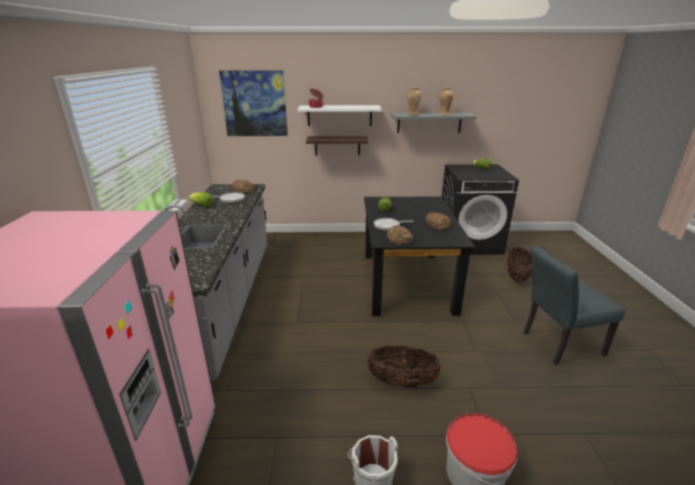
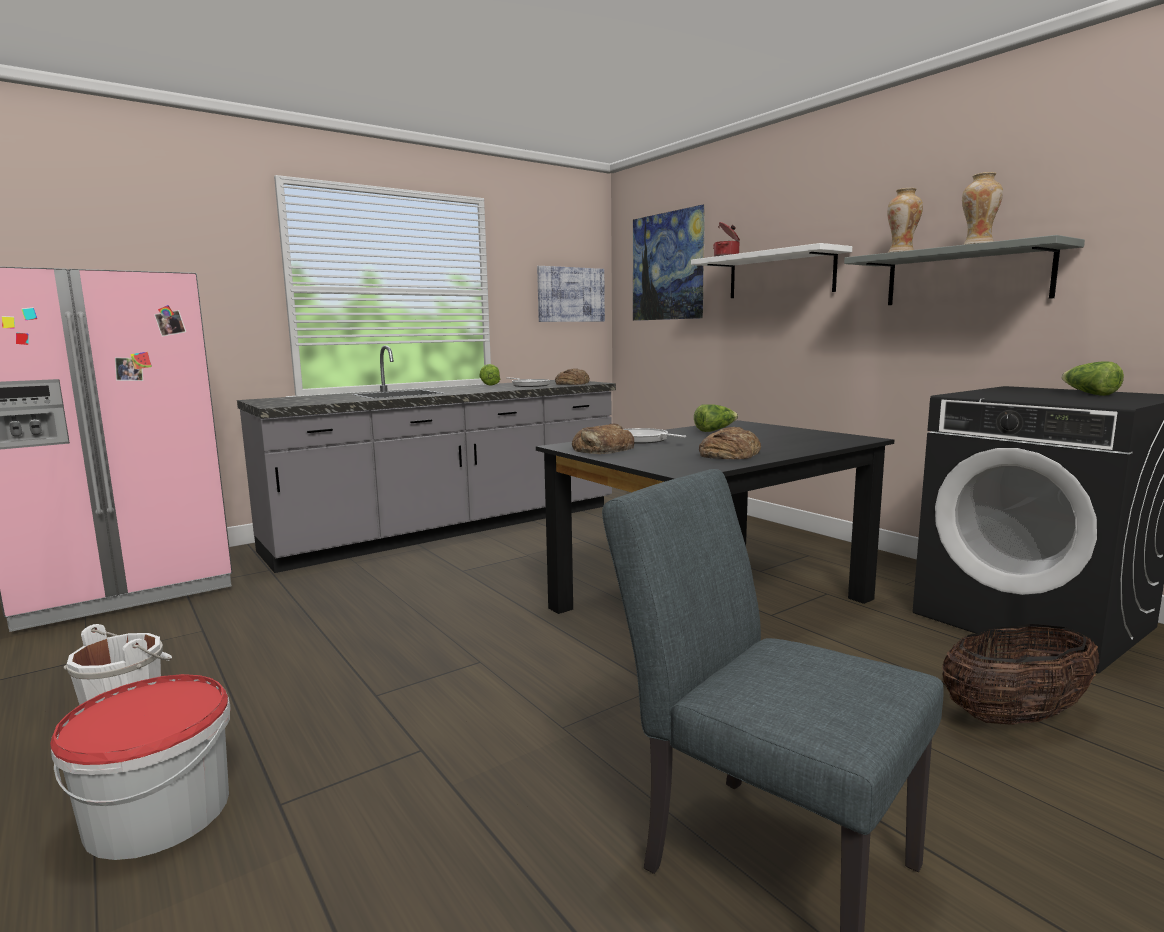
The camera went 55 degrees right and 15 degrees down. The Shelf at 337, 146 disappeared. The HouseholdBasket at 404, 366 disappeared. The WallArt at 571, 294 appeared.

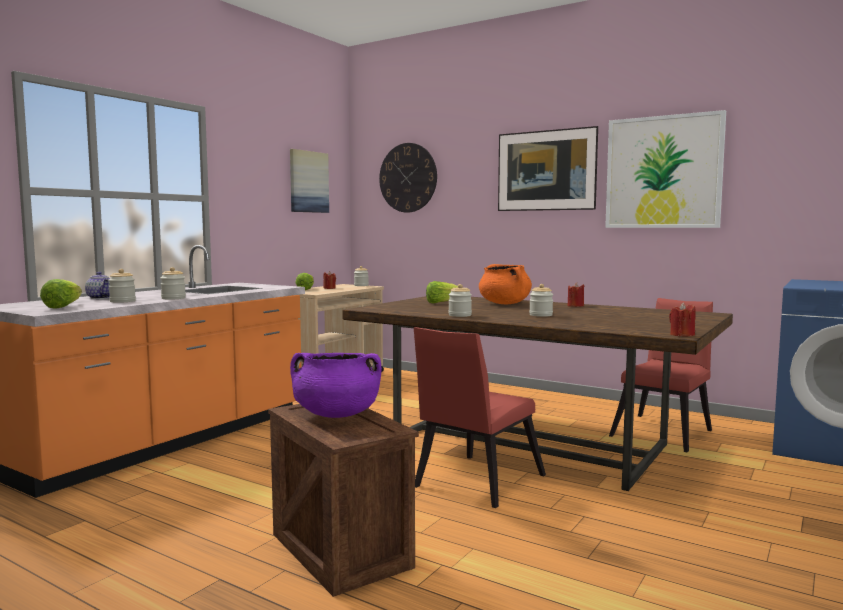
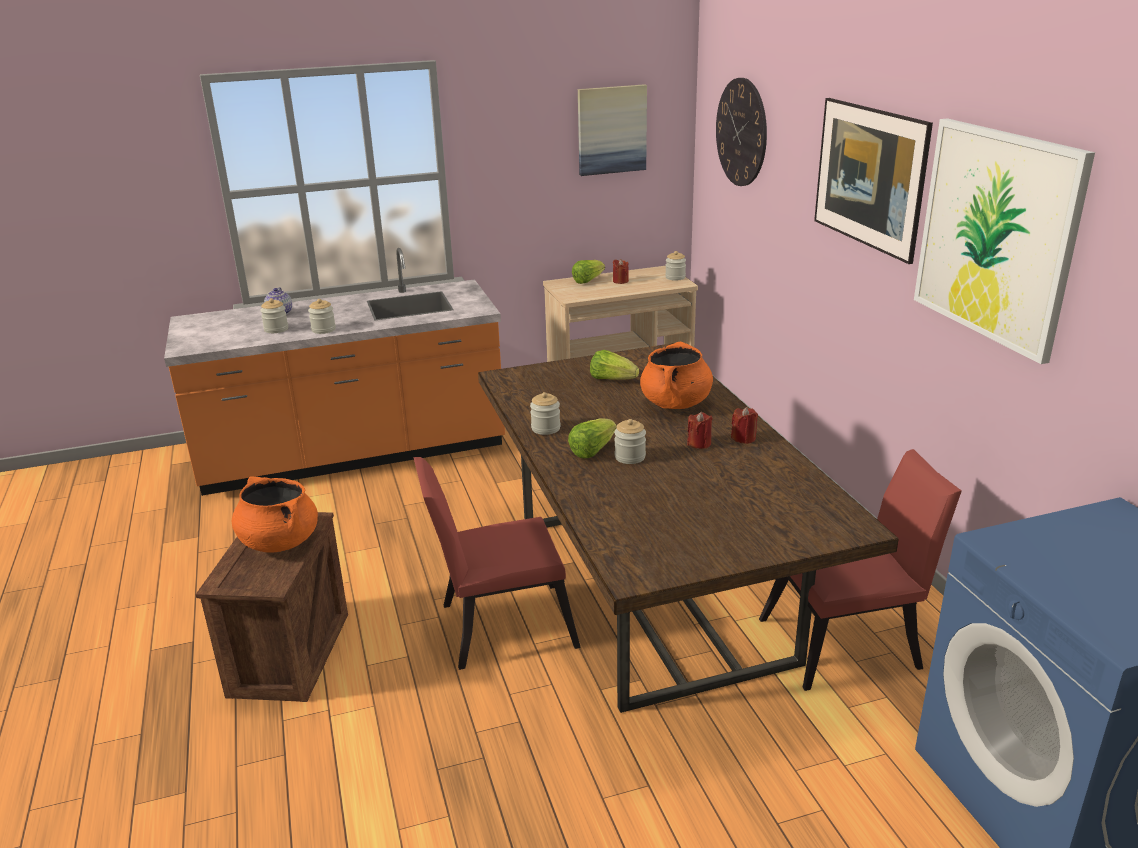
The camera went 40 degrees right and 20 degrees up. The Lettuce moved from 61, 293 to 592, 438. The RedCandle moved from 682, 319 to 700, 430. The PurpleColouredSaucepot at 336, 385 became the OrangeColouredSaucepot at 275, 514.

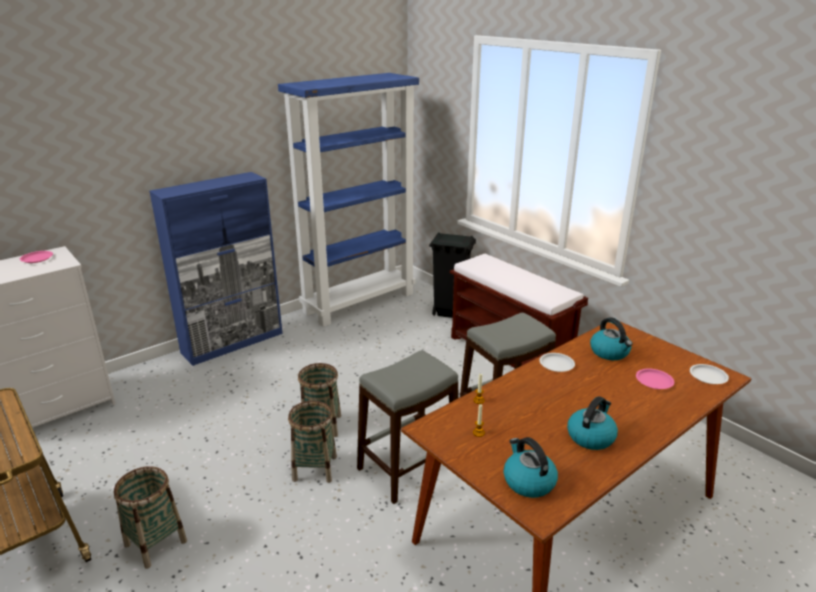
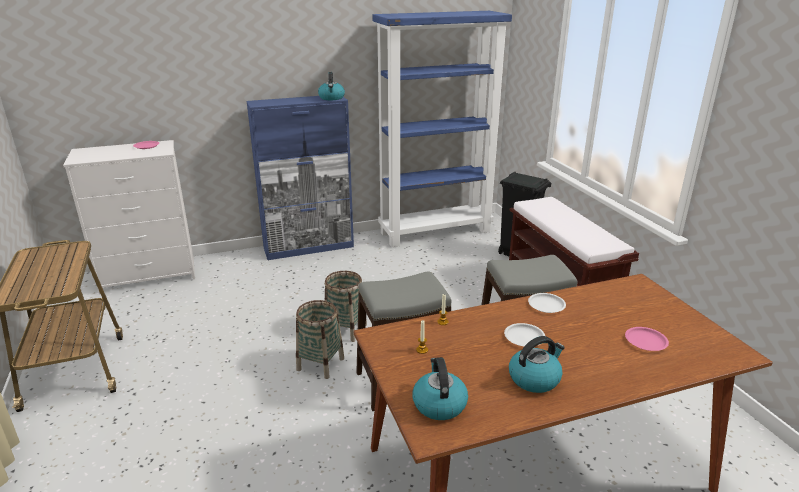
The camera went 20 degrees right and 0 degrees up. The WaterKettle moved from 611, 338 to 331, 86. The WhiteDinnerPlate moved from 709, 374 to 524, 334. The HouseholdBasket at 150, 517 disappeared.

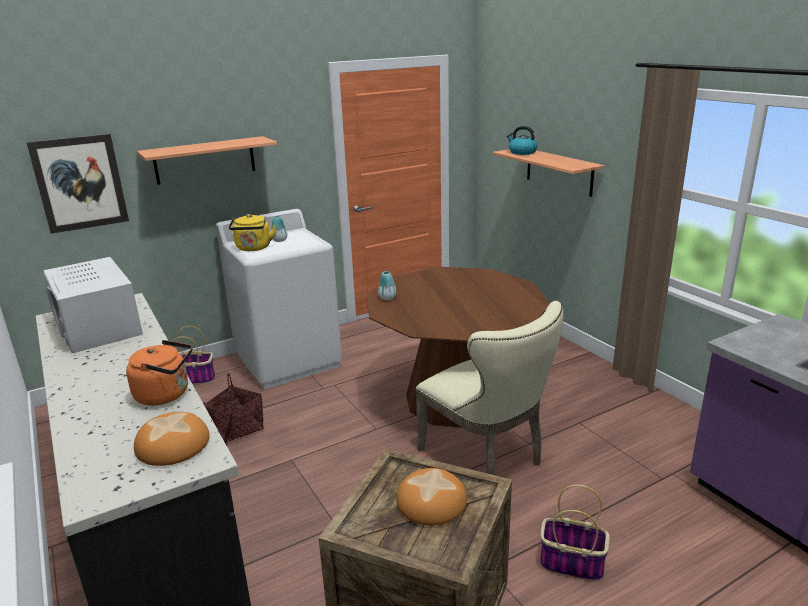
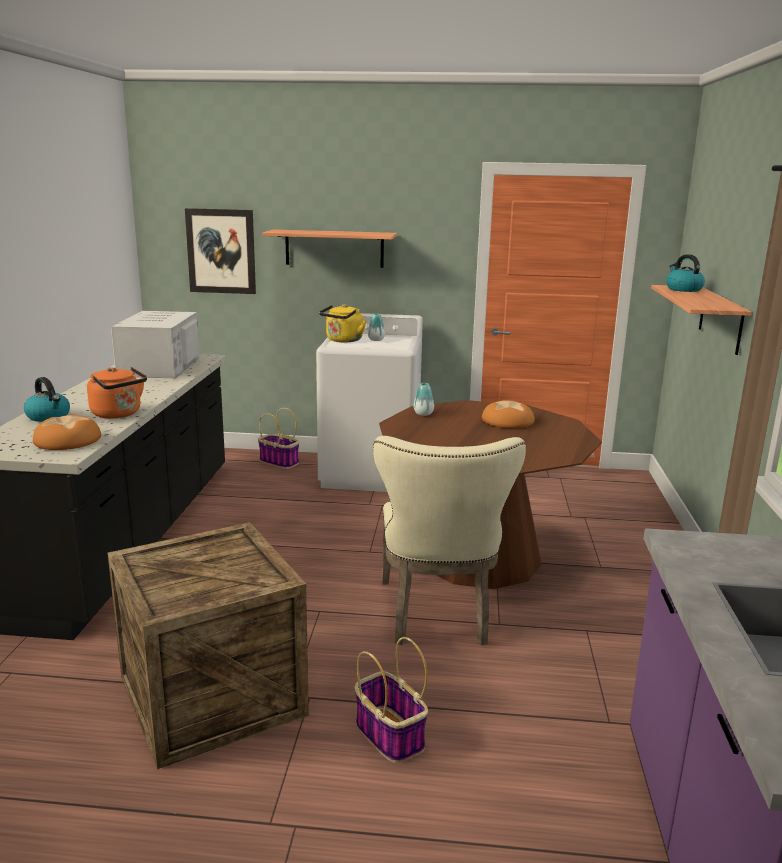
The camera went 35 degrees right and 5 degrees down. The HouseholdBasket at 233, 409 disappeared. The Bread moved from 431, 496 to 508, 414. The WaterKettle at 47, 399 appeared.

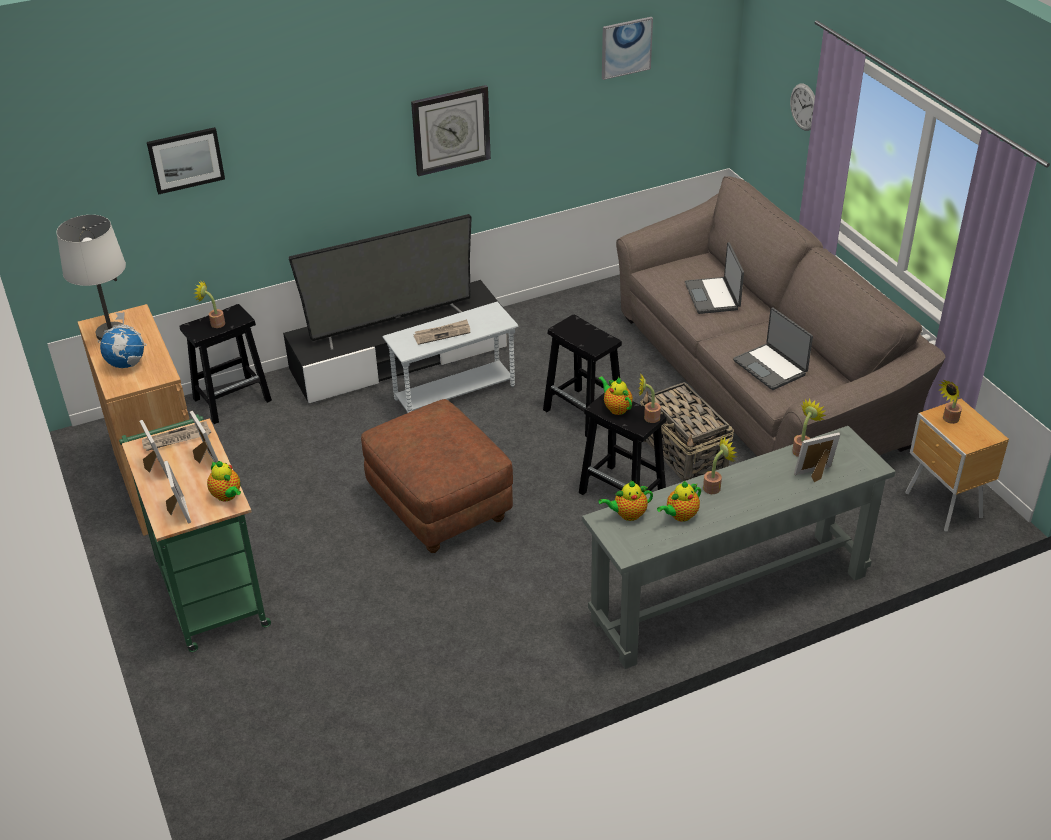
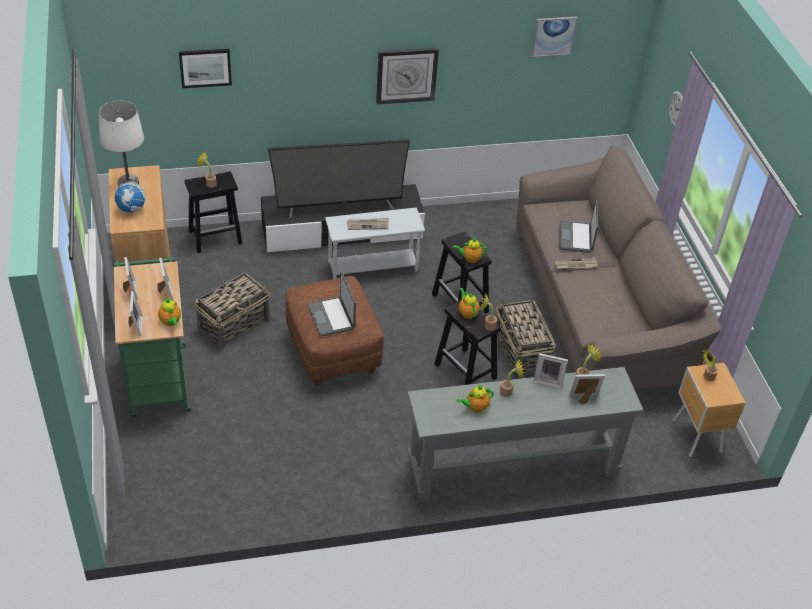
The camera went 10 degrees right and 5 degrees up. The Laptop moved from 773, 348 to 331, 304. The PrintedPaper moved from 176, 436 to 576, 263. The PotForTea moved from 626, 500 to 470, 250. The HouseholdBasket at 232, 310 appeared. The PictureFrame at 550, 370 appeared.

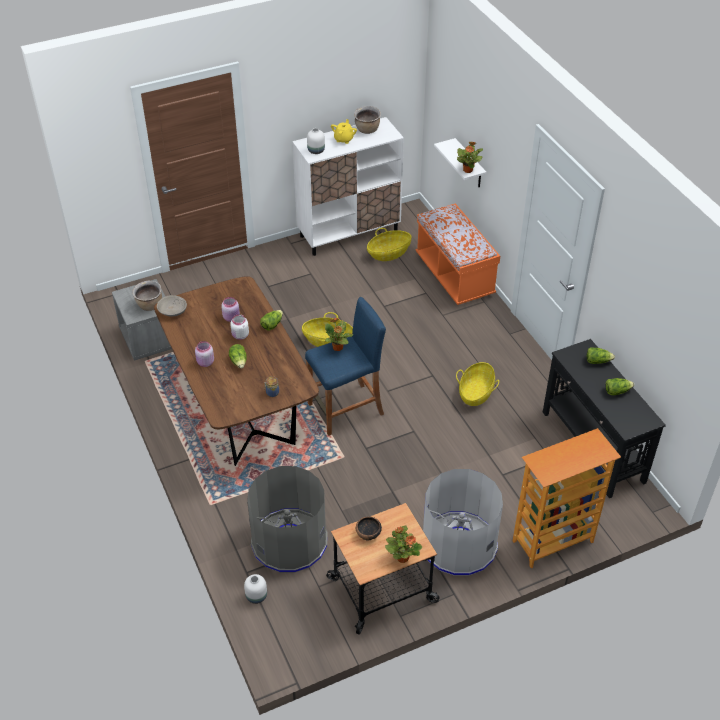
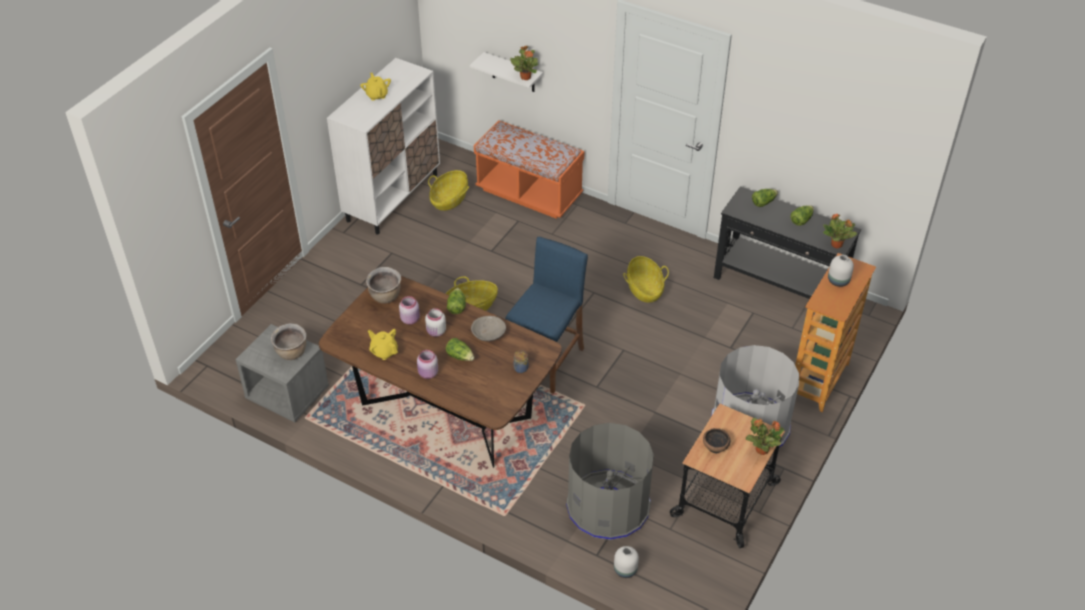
The camera went 35 degrees left and 0 degrees up. The BrownColouredSaucepot moved from 367, 120 to 383, 285. The WhiteDecorativeVase moved from 316, 141 to 841, 271. The GreyDeepDish moved from 172, 305 to 488, 328. The PlantInAPot moved from 339, 334 to 840, 231. The YellowColouredPotForTea at 383, 344 appeared.

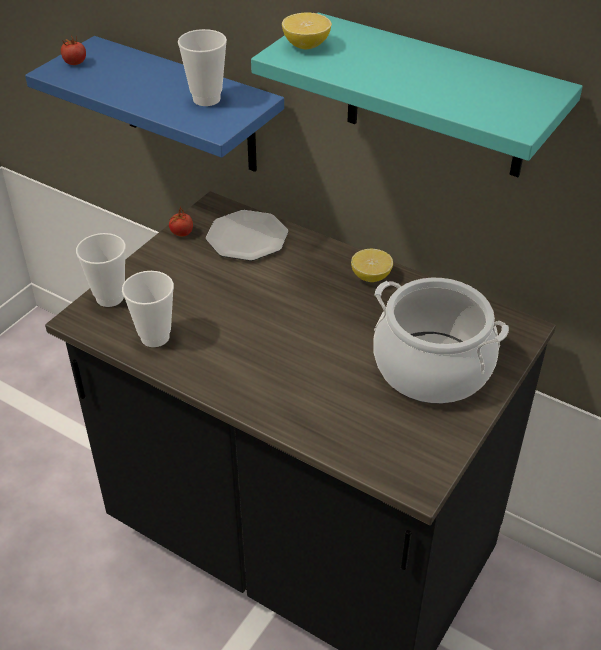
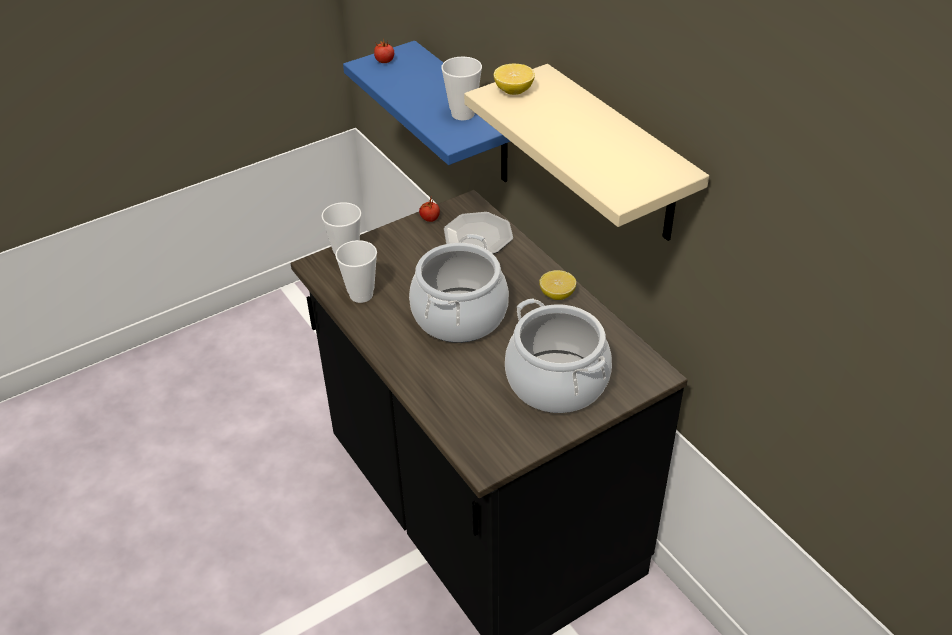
The camera went 25 degrees right and 0 degrees up. The TurquoiseShelf at 417, 94 became the BeigeColouredShelf at 586, 152. The Saucepot at 459, 288 appeared.

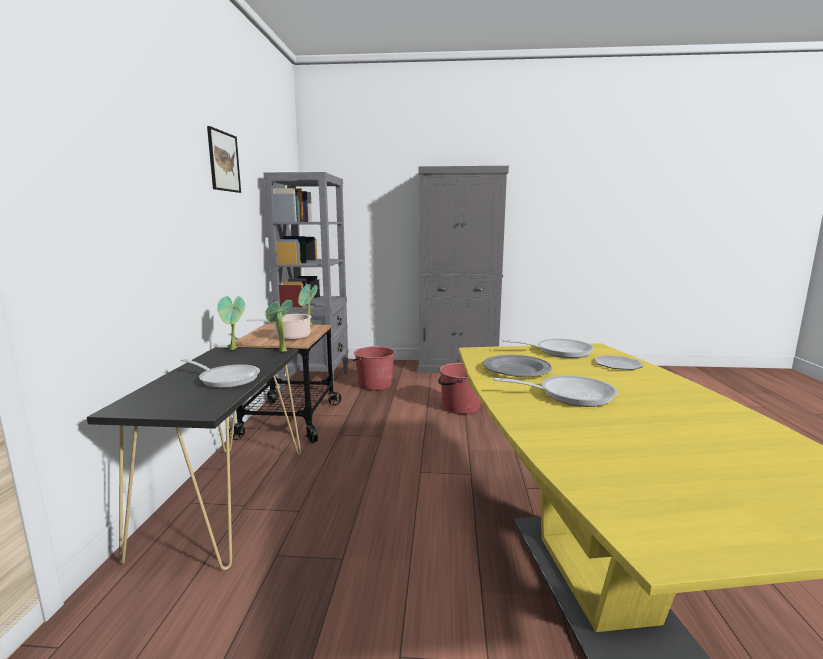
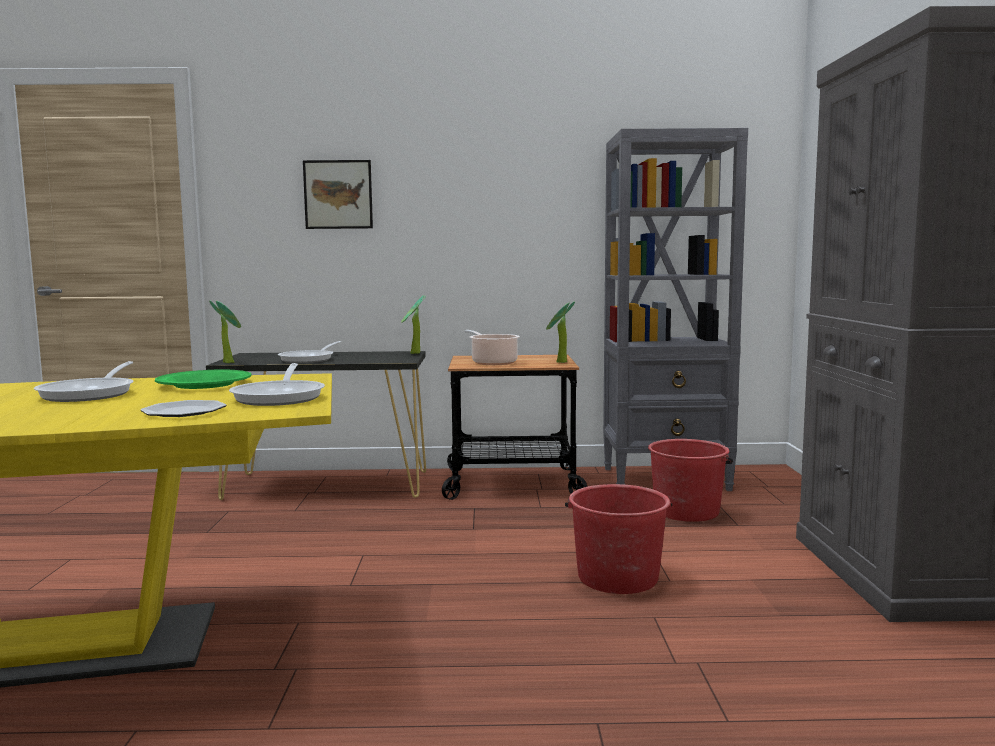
The camera went 85 degrees right and 5 degrees down. The WallArt moved from 224, 159 to 338, 194. The PlantInAPot moved from 279, 326 to 225, 332. The GreyDinnerPlate at 517, 366 became the GreenDinnerPlate at 203, 379.

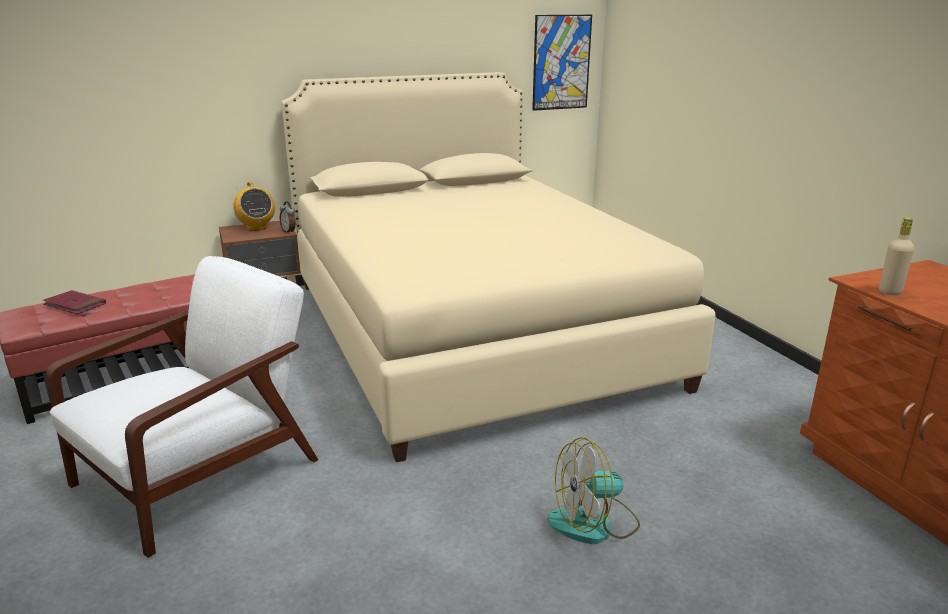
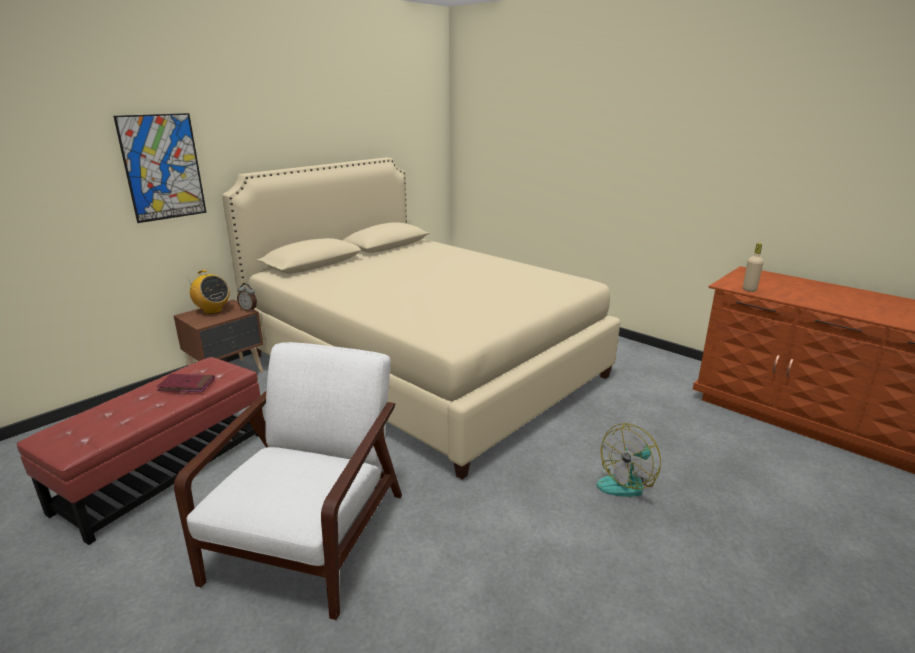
The camera went 25 degrees left and 0 degrees up. The WallArt moved from 562, 63 to 160, 168. The RedBook moved from 74, 302 to 185, 383.

